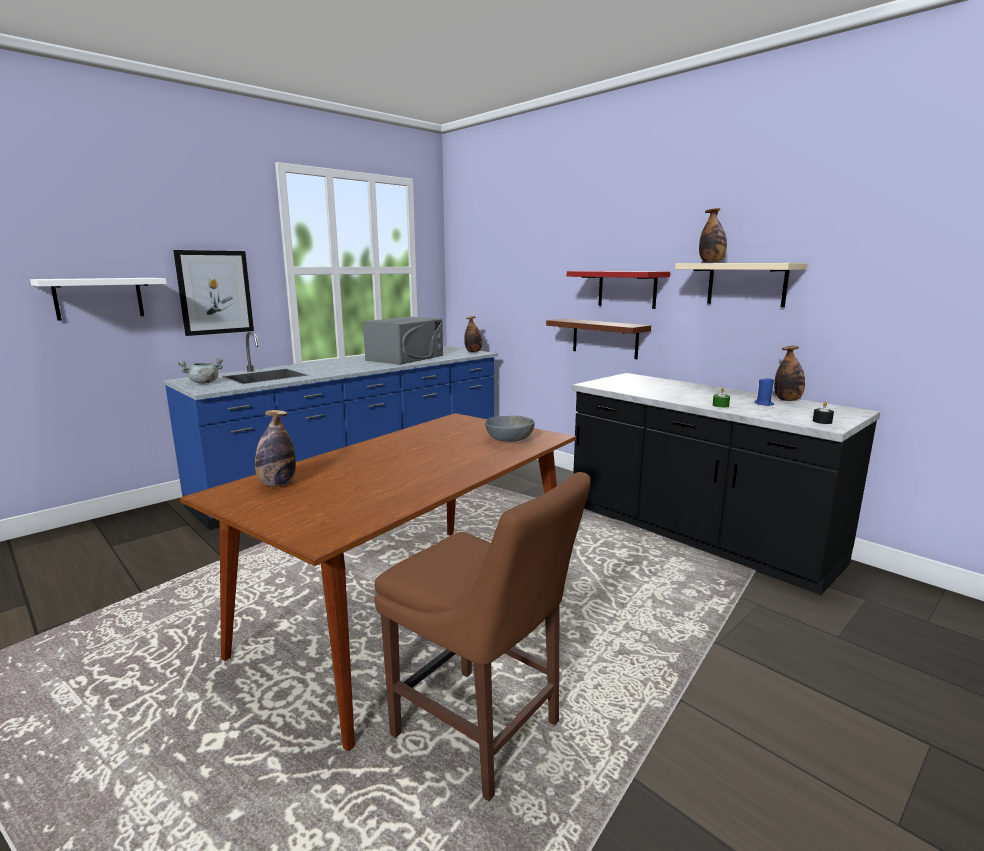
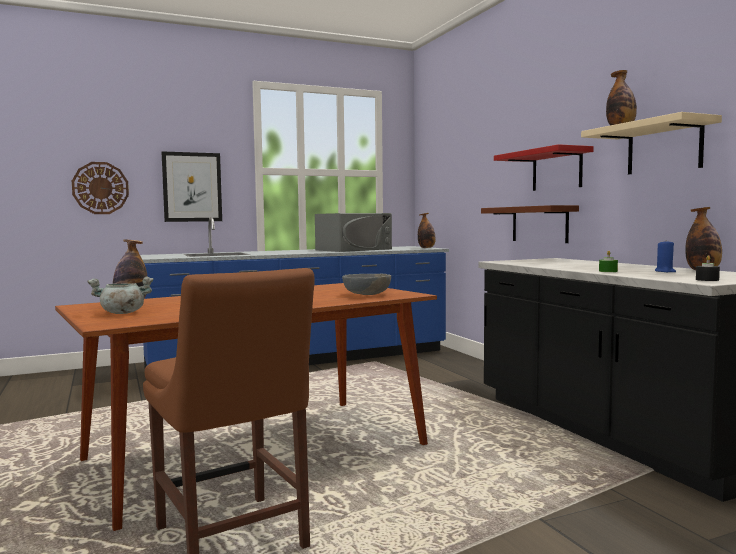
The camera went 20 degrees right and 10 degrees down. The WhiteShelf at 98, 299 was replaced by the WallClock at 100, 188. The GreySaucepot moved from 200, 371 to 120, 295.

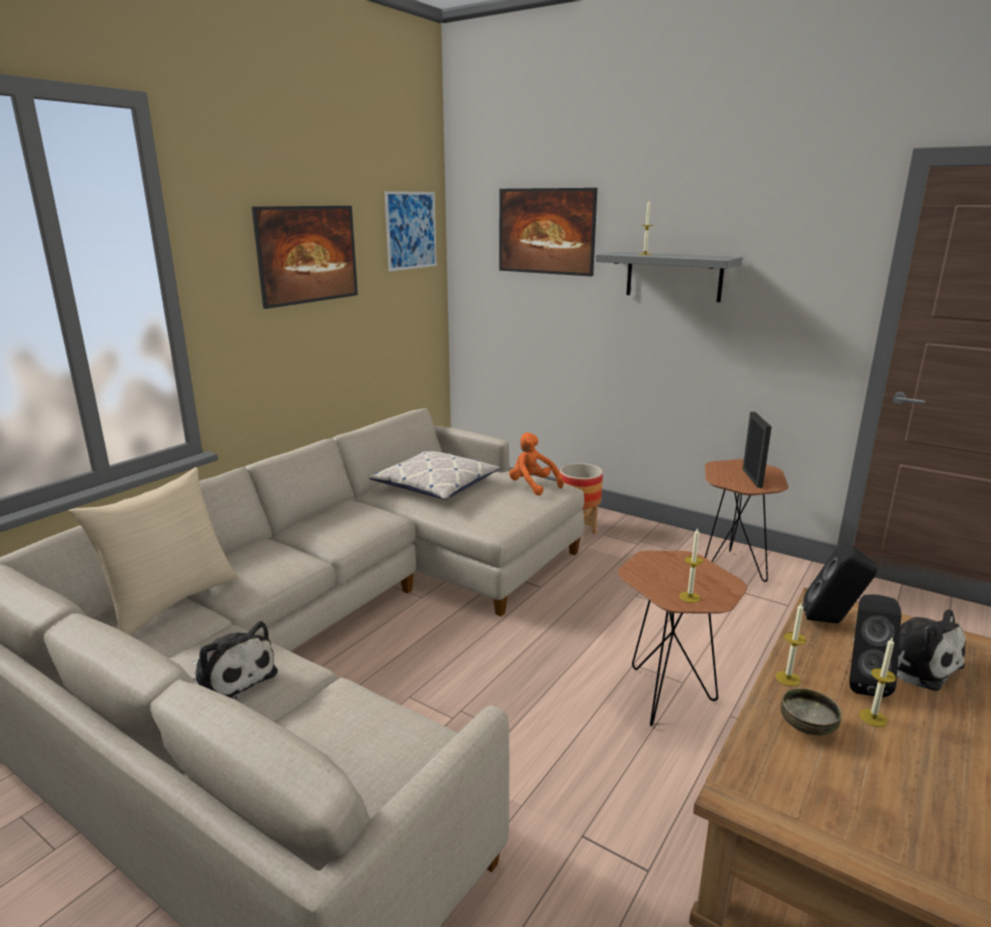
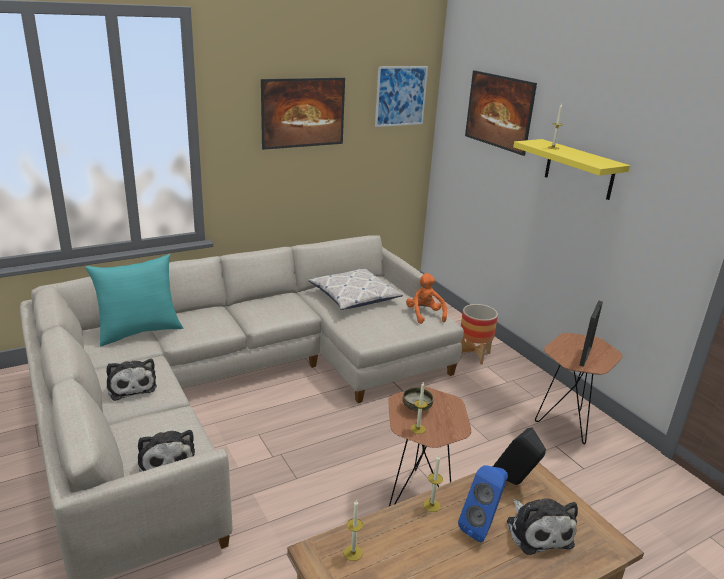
The camera went 25 degrees right and 5 degrees up. The GreyShelf at 668, 277 became the YellowColouredShelf at 571, 169. The BeigeColouredThrowPillow at 154, 551 became the TurquoiseThrowPillow at 134, 300. The BlackColouredLoudspeaker at 875, 645 became the BluishLoudspeaker at 483, 503. The Candle moved from 877, 682 to 353, 530. The DeepDish moved from 811, 712 to 418, 399. The PlushToy at 166, 451 appeared.

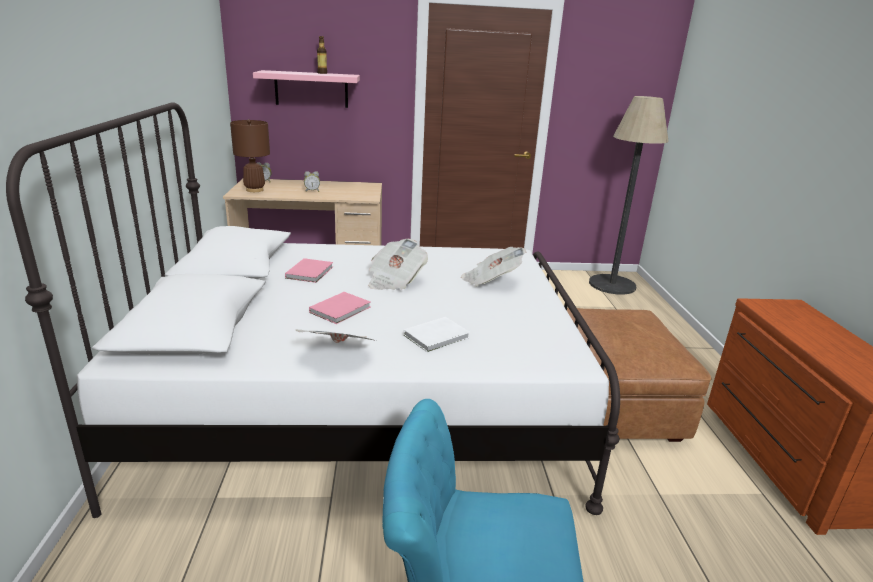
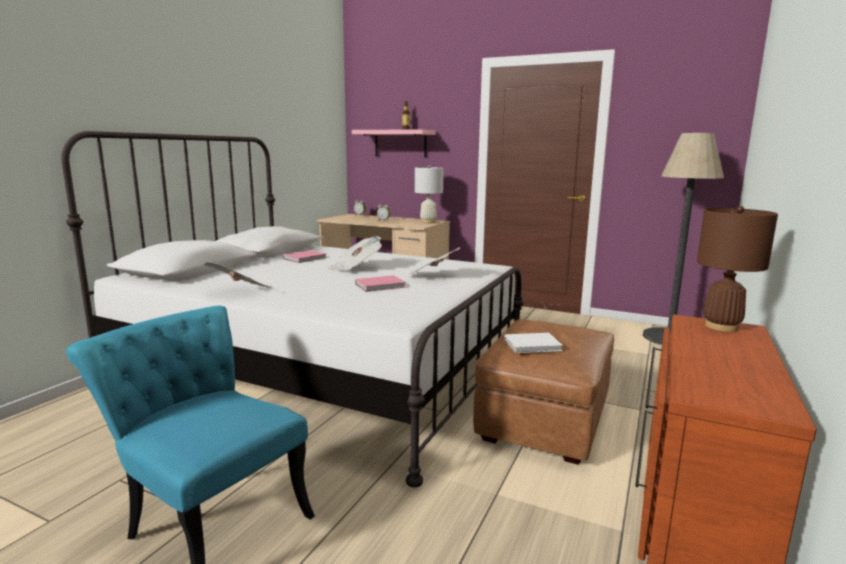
The camera went 30 degrees right and 10 degrees down. The BrownColouredTabletopLamp moved from 250, 155 to 737, 269. The PinkishBook moved from 339, 308 to 380, 283. The WhiteBook moved from 437, 335 to 533, 343. The WhiteTabletopLamp at 429, 194 appeared.

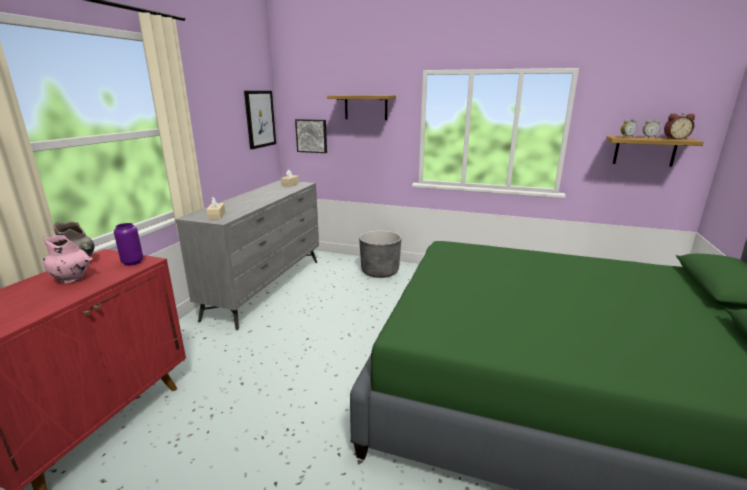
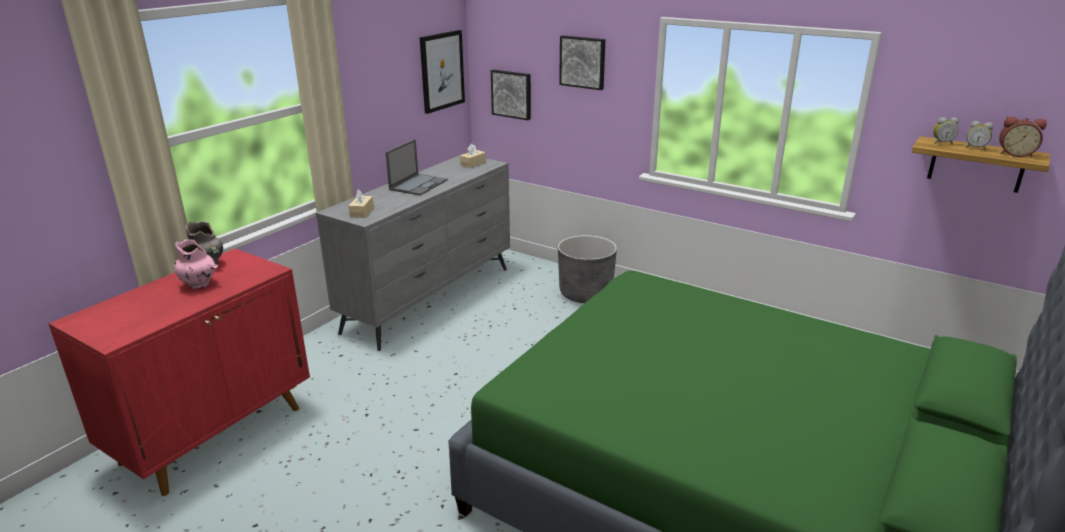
The camera went 15 degrees right and 5 degrees up. The Shelf at 361, 107 was replaced by the WallArt at 582, 62. The PurpleColouredDecorativeVase at 128, 244 disappeared. The Laptop at 417, 167 appeared.

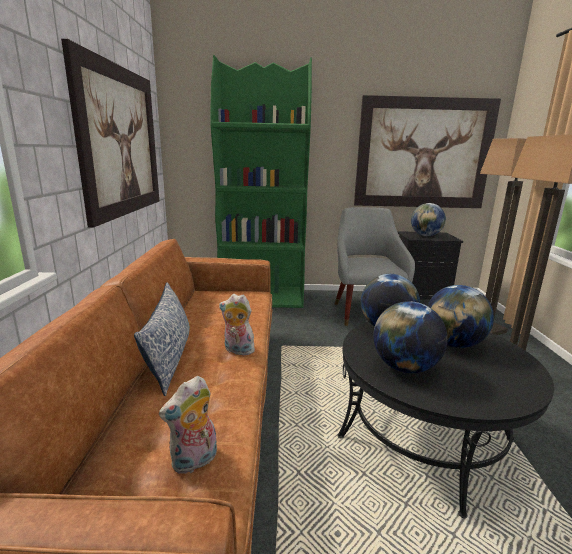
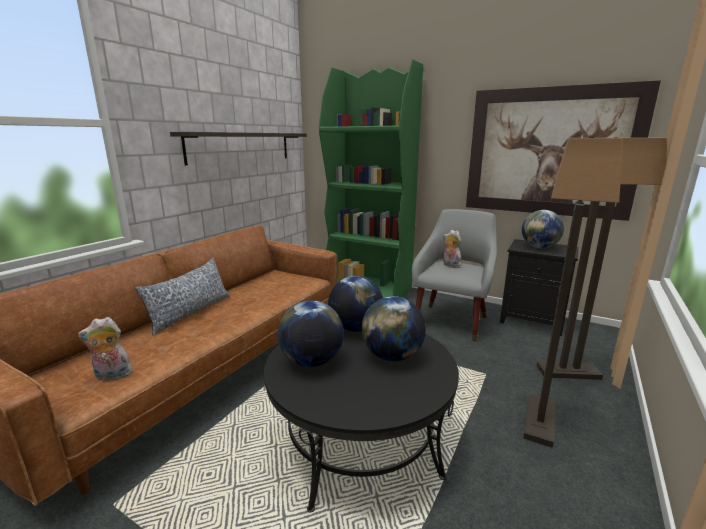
The camera went 30 degrees right and 0 degrees up. The WallArt at 110, 133 was replaced by the Shelf at 238, 148. The PlushToy moved from 237, 324 to 452, 249.

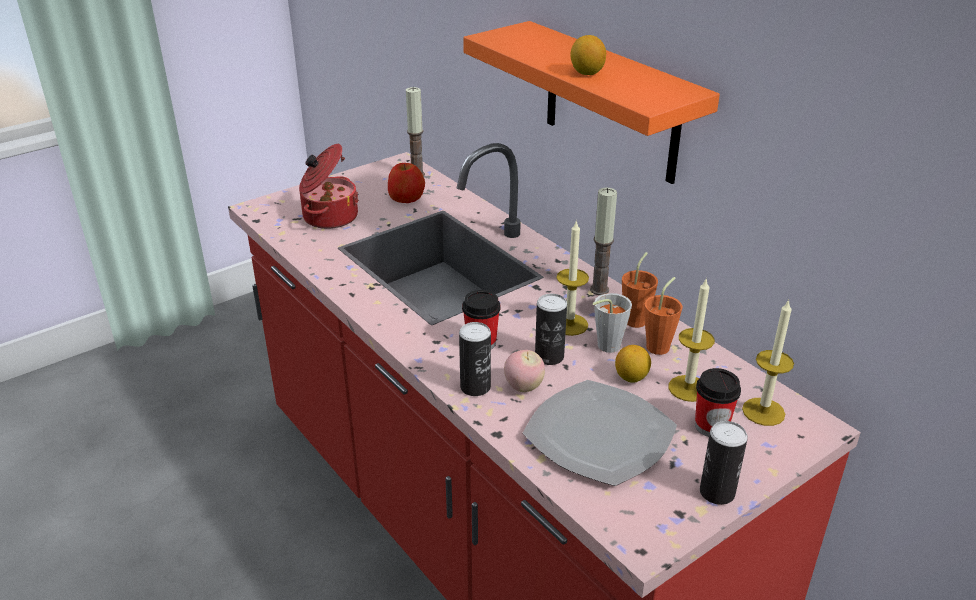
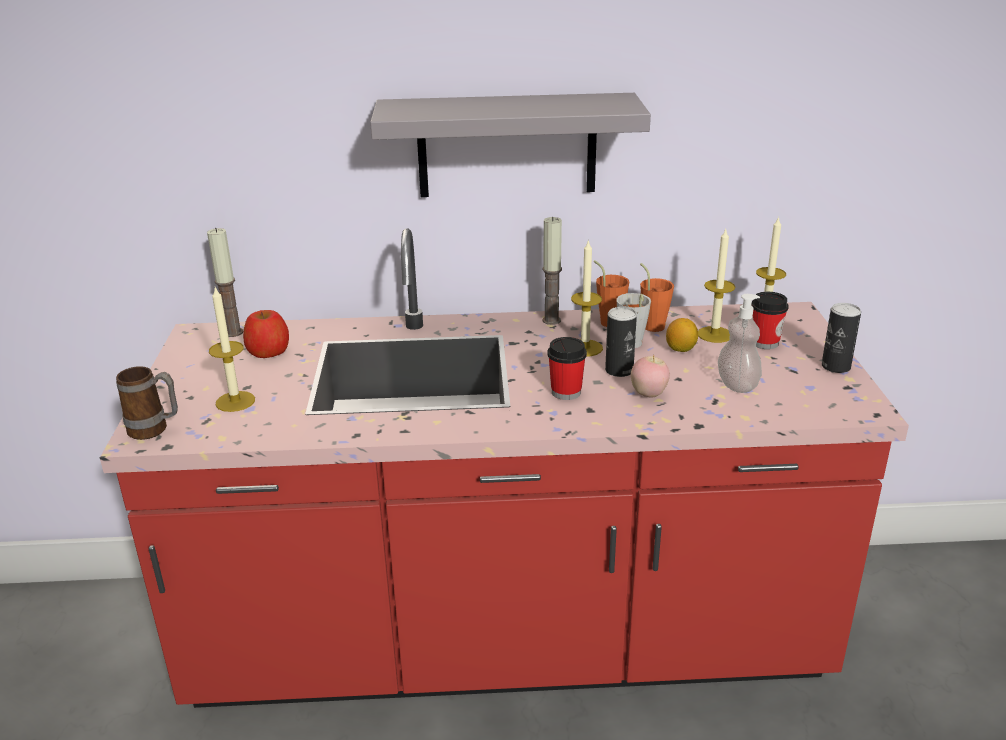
The camera went 55 degrees left and 5 degrees down. The OrangeColouredShelf at 591, 102 became the GreyShelf at 510, 145. The Lemon at 588, 55 disappeared. The Saucepot at 329, 186 was replaced by the Candle at 232, 349. The MetalCan at 475, 359 disappeared. The DinnerPlate at 600, 433 was replaced by the LiquidSoapBottle at 740, 343. The TeaMug at 147, 403 appeared.

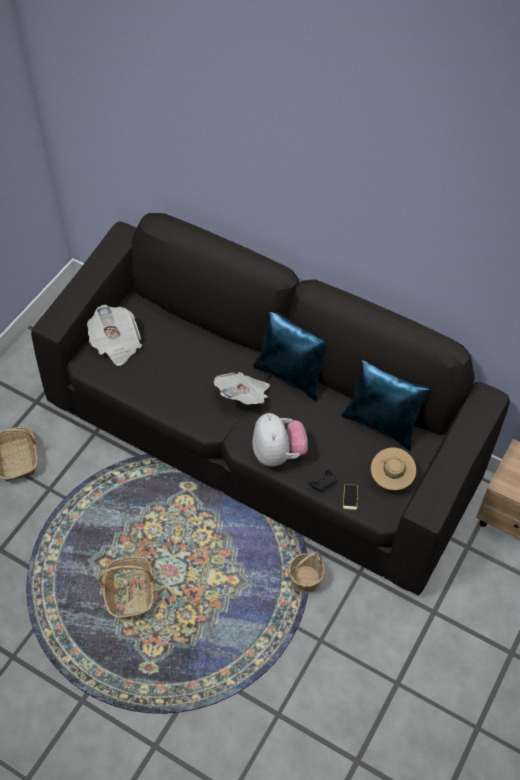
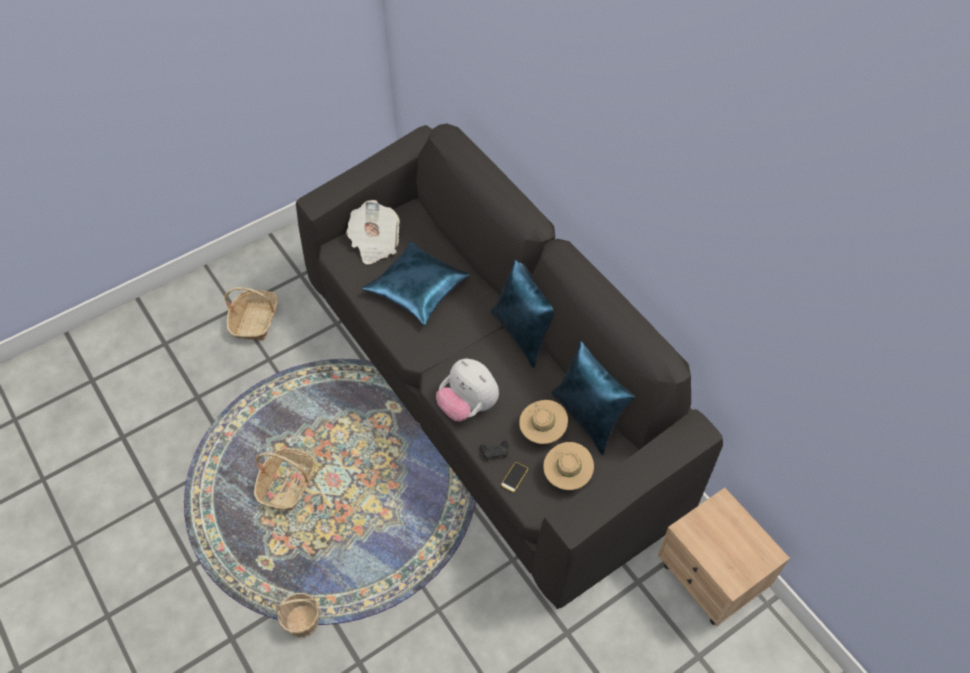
The camera went 25 degrees right and 0 degrees up. The PrintedPaper at 242, 388 disappeared. The PlushToy at 280, 440 turned 120 degrees clockwise. The HouseholdBasket moved from 306, 572 to 297, 615. The BluishThrowPillow at 416, 284 appeared. The BeigeColouredClothingHat at 543, 422 appeared.

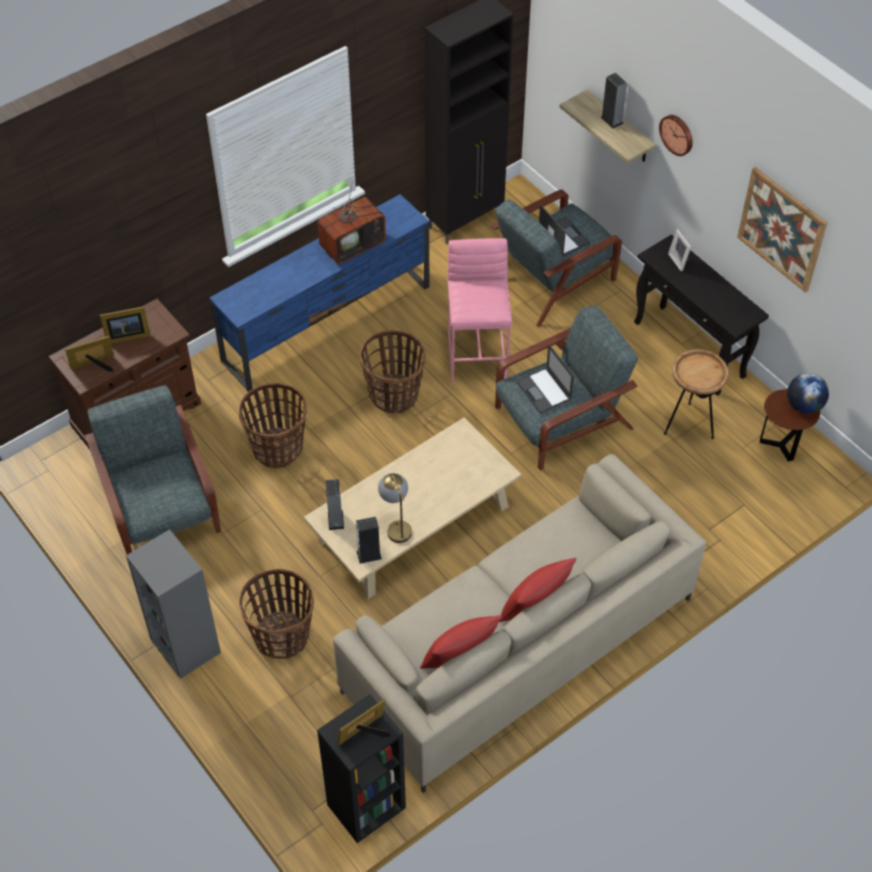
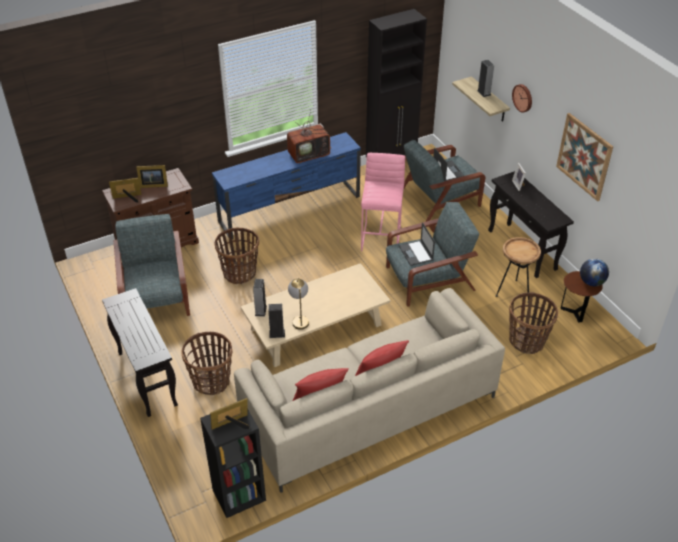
The camera went 10 degrees right and 10 degrees down. The HouseholdBasket moved from 393, 371 to 533, 323. The GreyBookcase at 173, 604 was replaced by the BlackColouredNarrowTable at 140, 352.

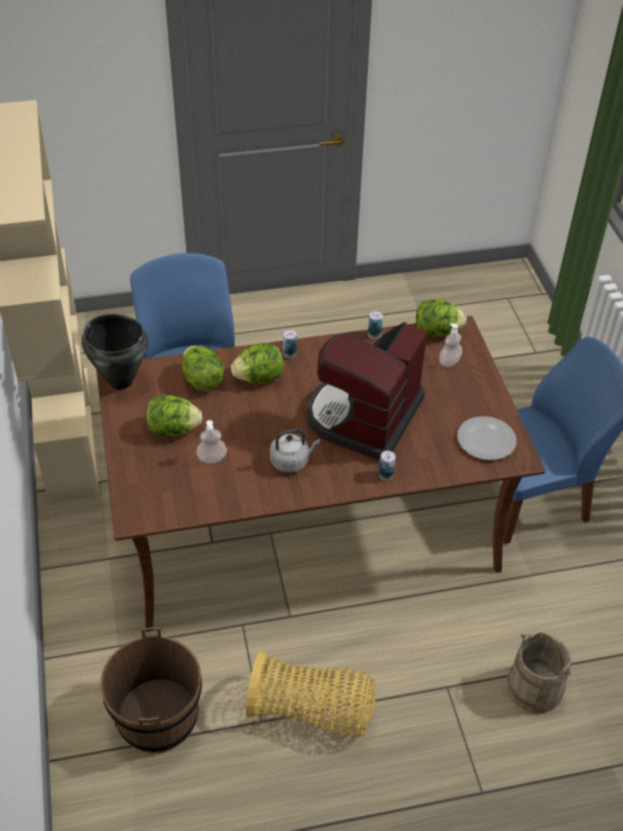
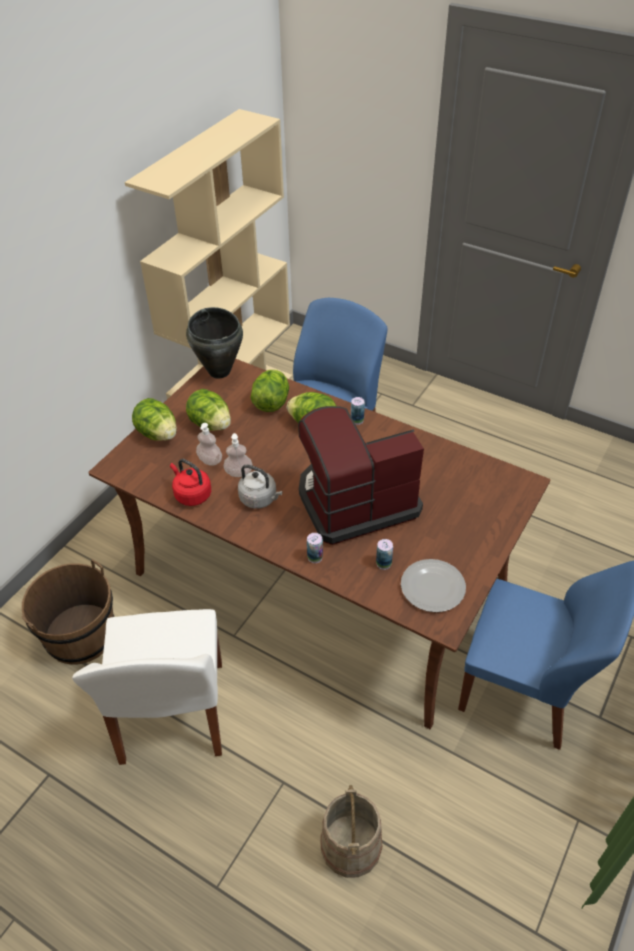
The camera went 45 degrees right and 0 degrees up. The Lettuce moved from 441, 318 to 154, 419. The MetalCan moved from 375, 325 to 384, 554. The LiquidSoapBottle moved from 450, 345 to 238, 455. The HouseholdBasket at 310, 693 was replaced by the WhiteChair at 147, 687. The RedWaterKettle at 190, 482 appeared.

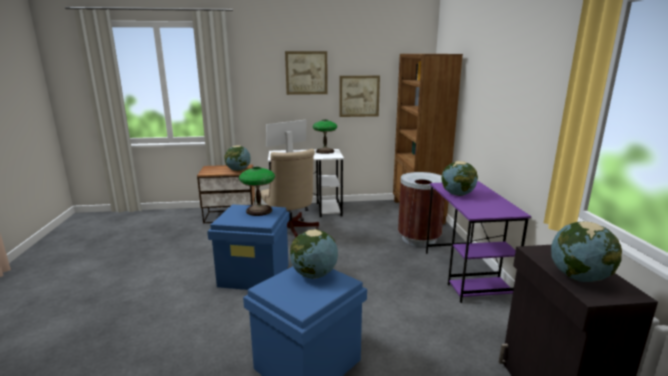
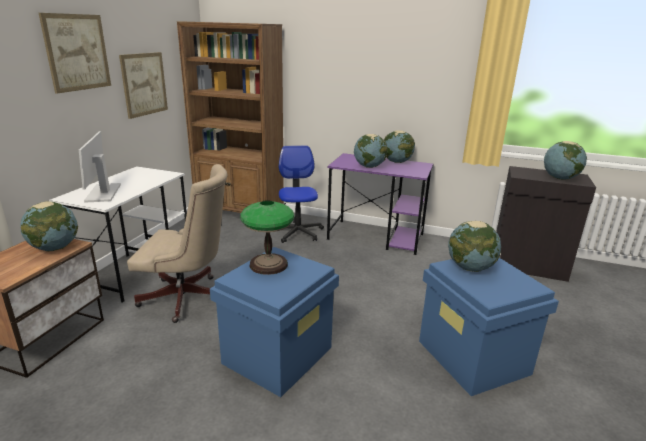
The camera went 65 degrees left and 5 degrees up. The TabletopLamp at 325, 137 disappeared. The BrownColouredWasteBin at 421, 209 was replaced by the DeskChair at 301, 194. The WorldGlobe at 399, 146 appeared.

